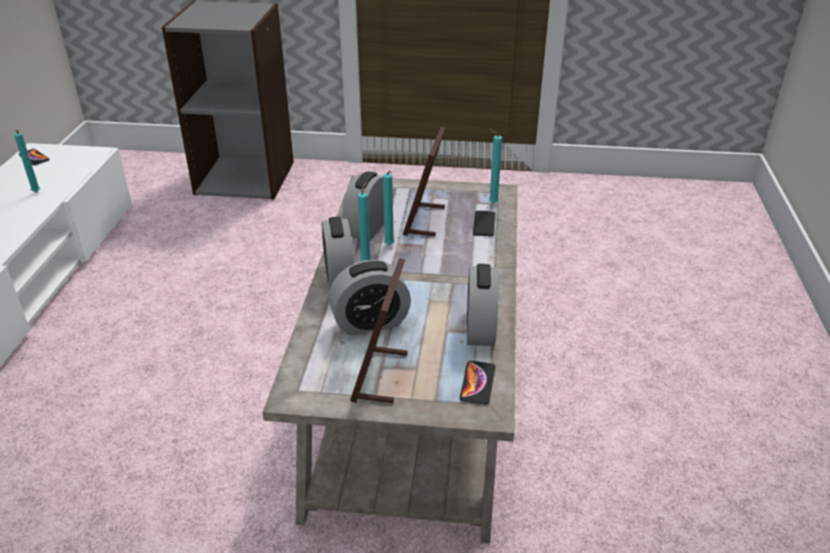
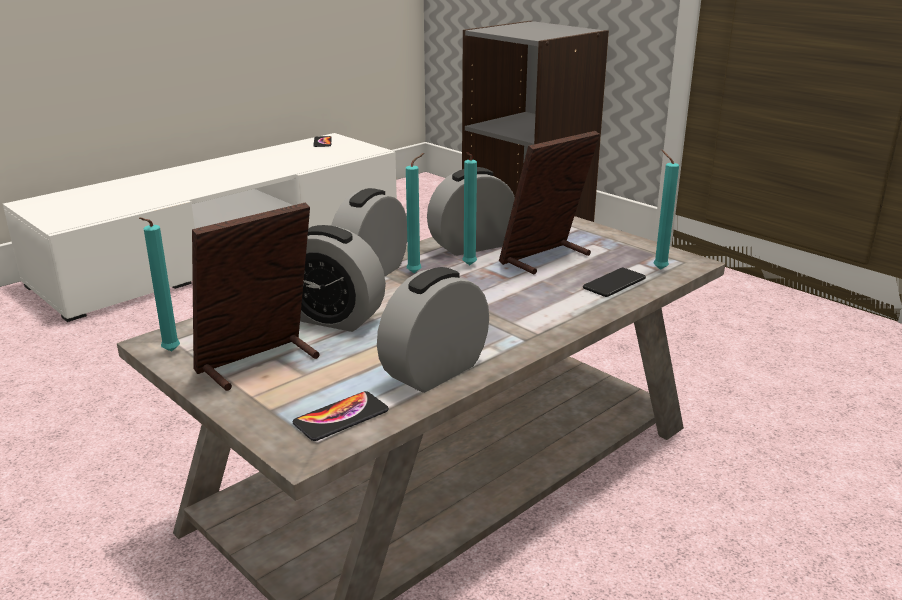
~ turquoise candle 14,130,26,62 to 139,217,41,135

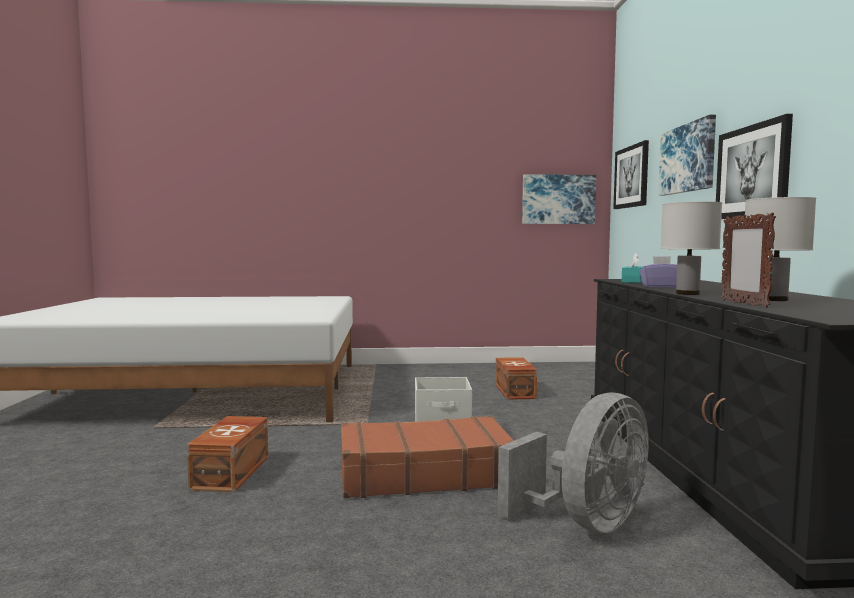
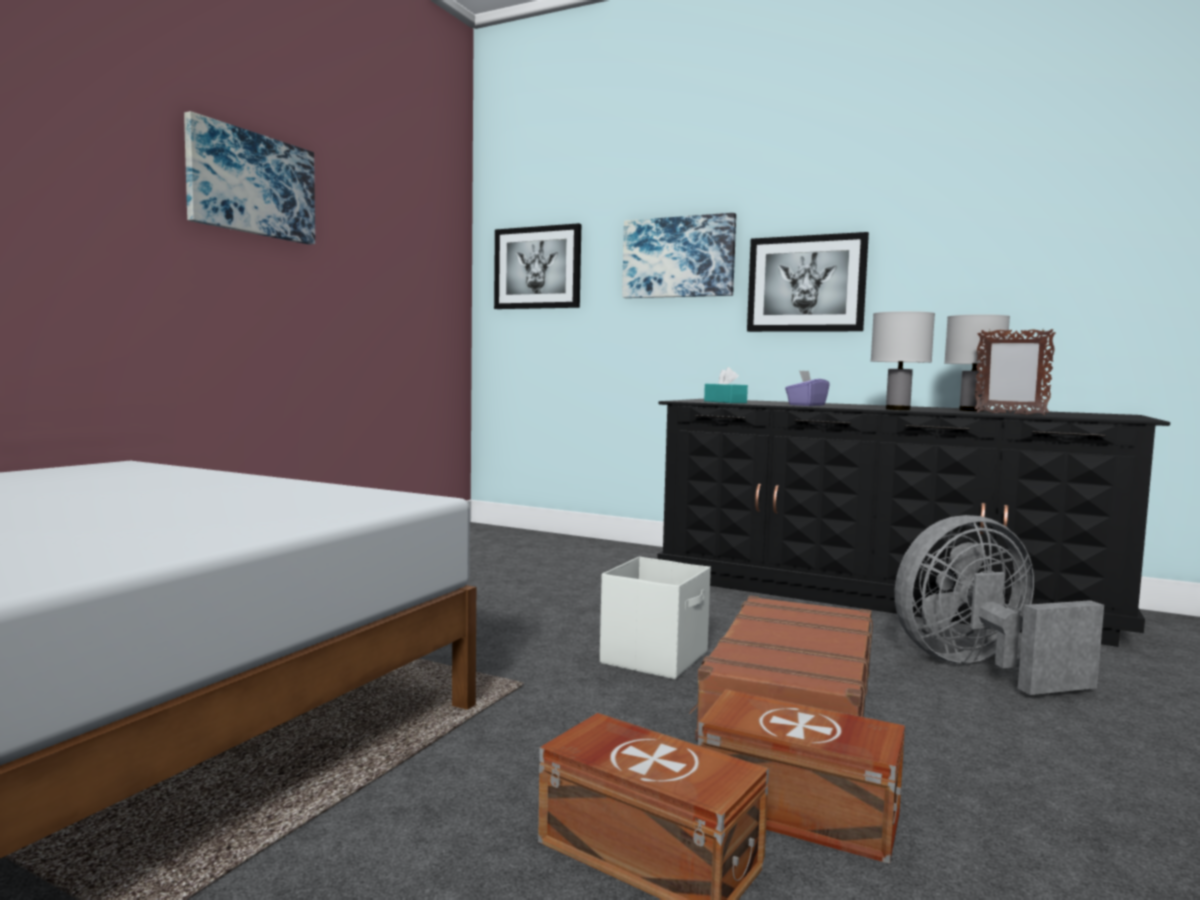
~ picture 522,174,74,50 to 184,111,131,134
~ brown storage box 495,357,42,43 to 698,689,207,175
~ grey fan 498,392,151,141 = 895,515,209,180 90 degrees counterclockwise

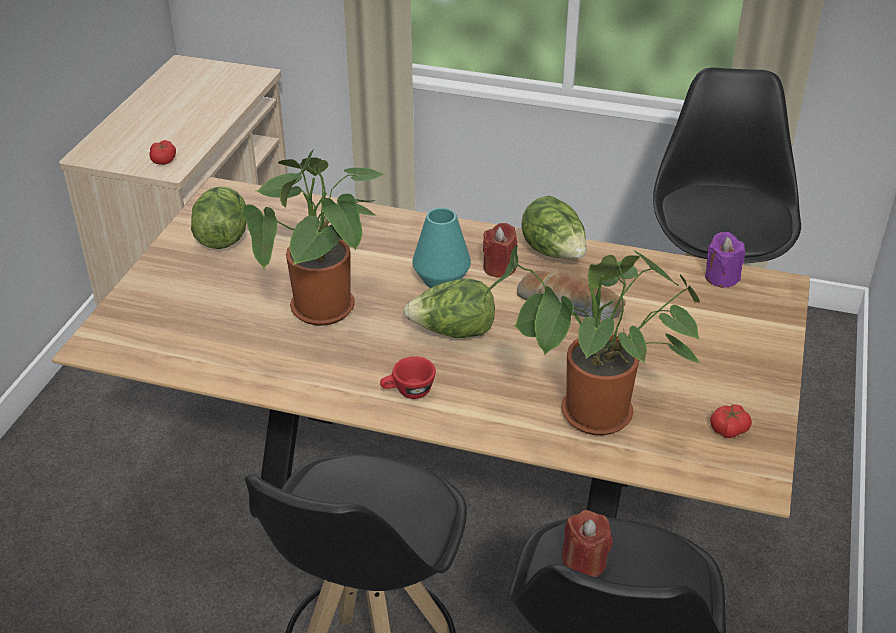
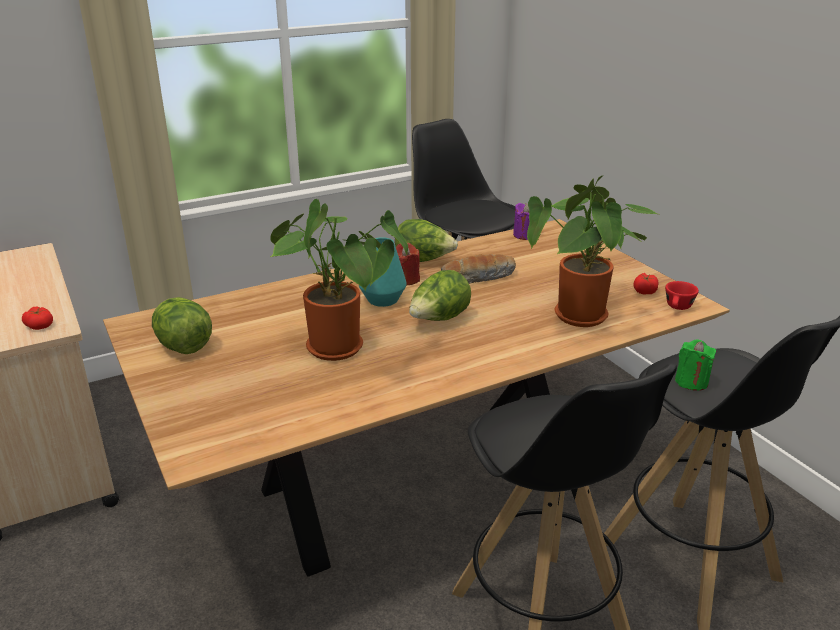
~ red cup 380,356,56,43 to 665,281,34,29
~ red candle 562,510,51,67 to green candle 675,339,41,52

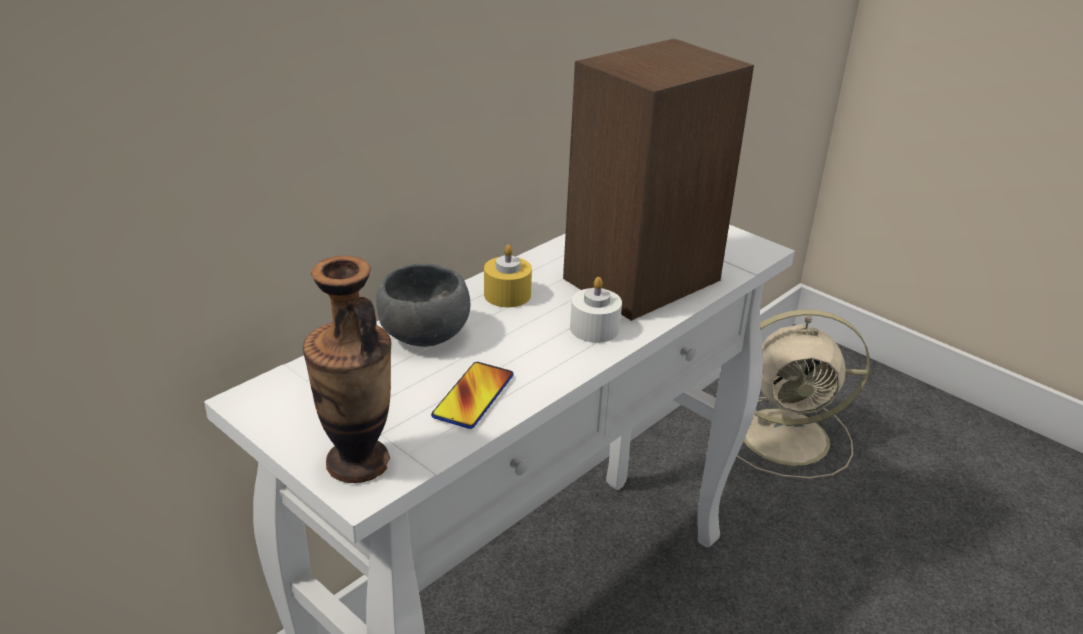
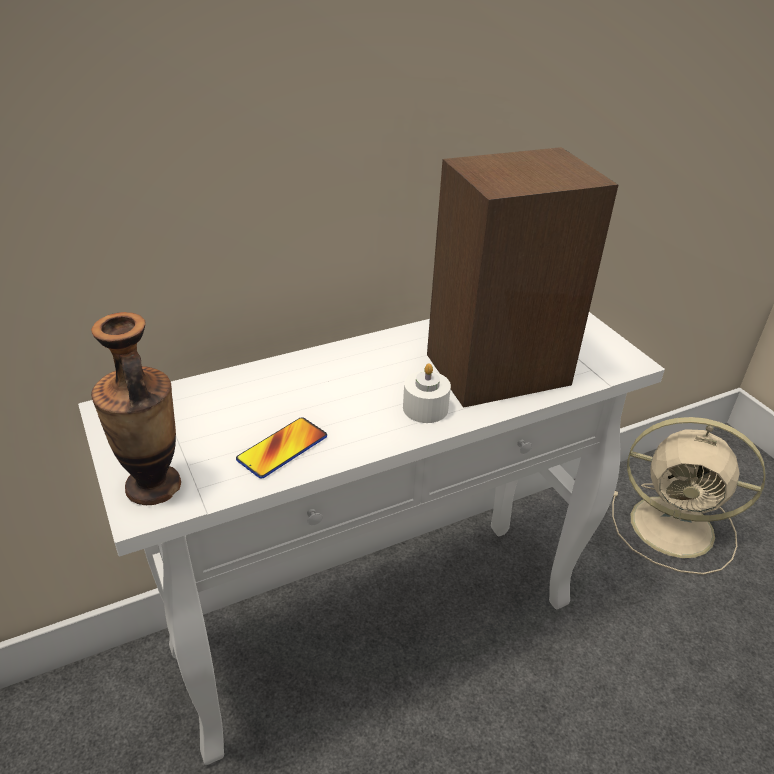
- yellow candle 484,244,48,63
- grey bowl 376,264,94,83

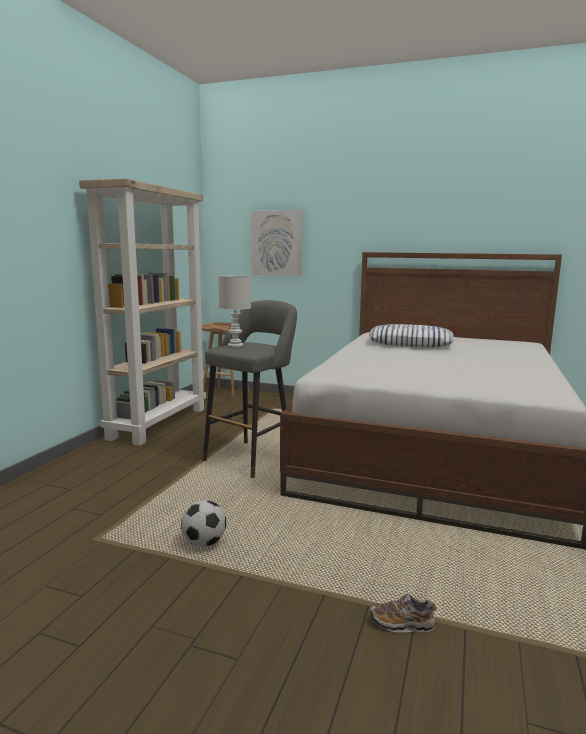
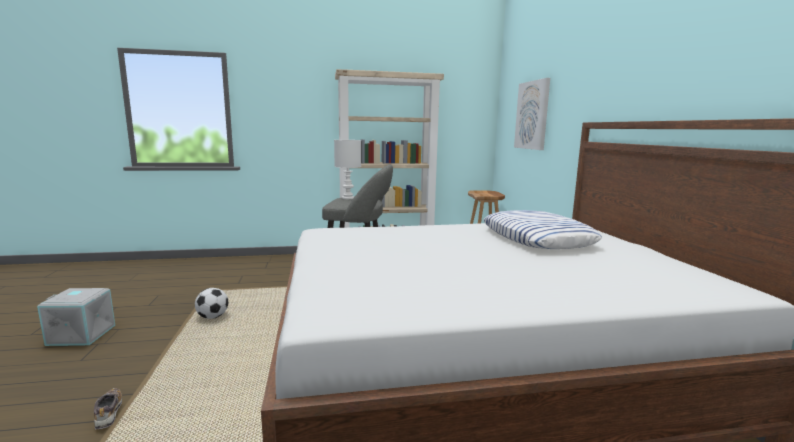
+ grey storage box 37,288,78,58

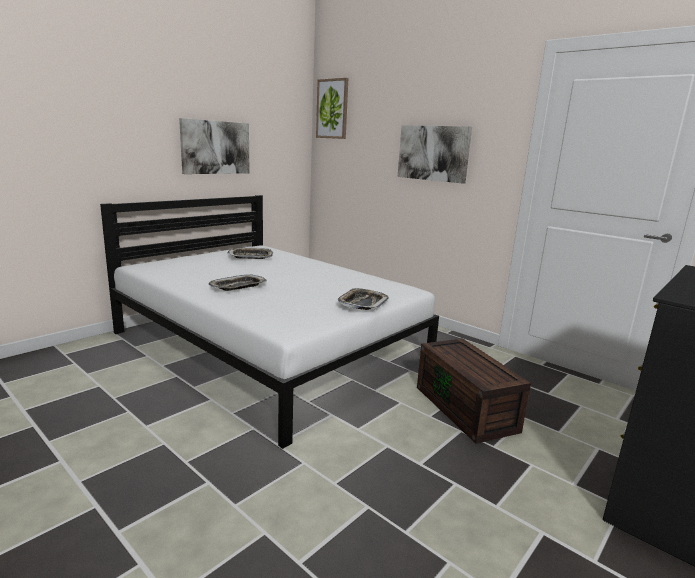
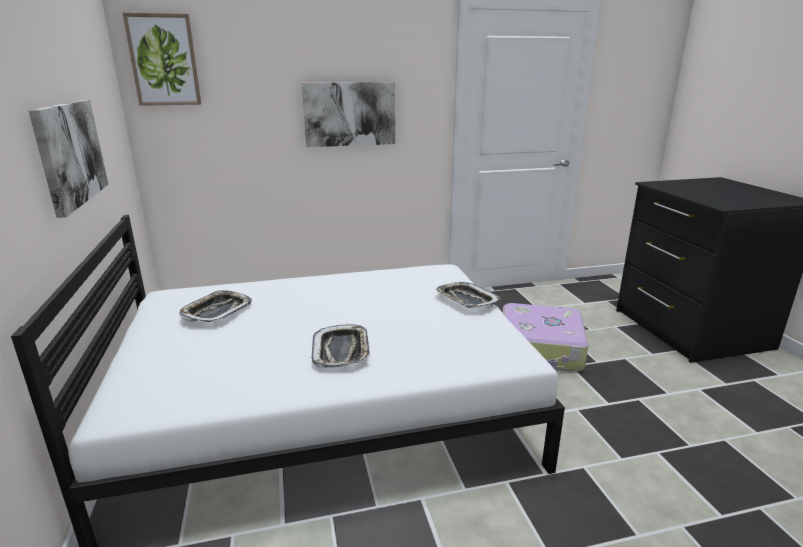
~ brown storage box 417,338,114,106 to suitcase 503,303,86,68

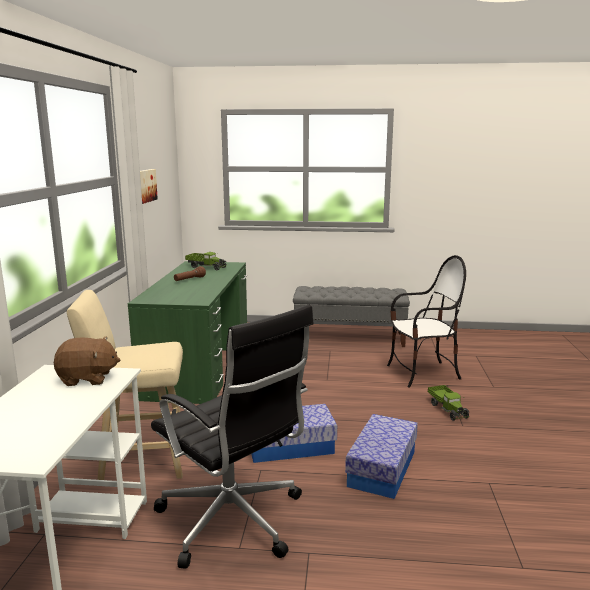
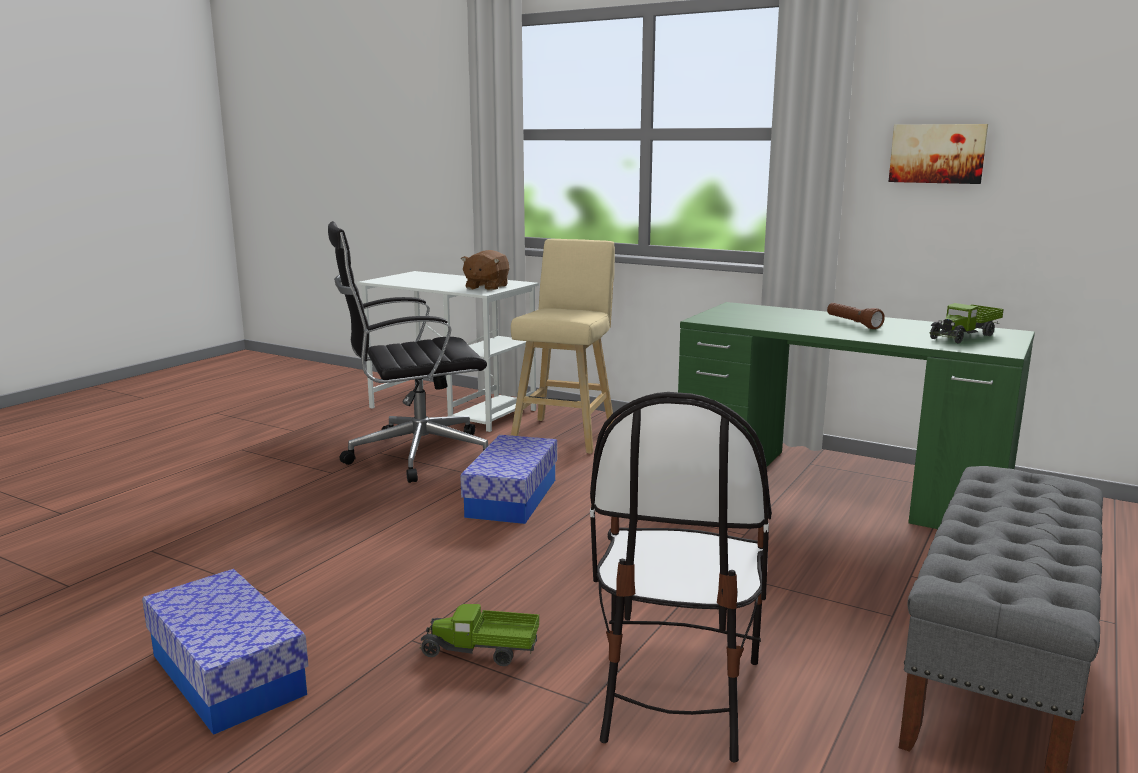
~ storage box 345,414,73,85 to 142,569,166,166

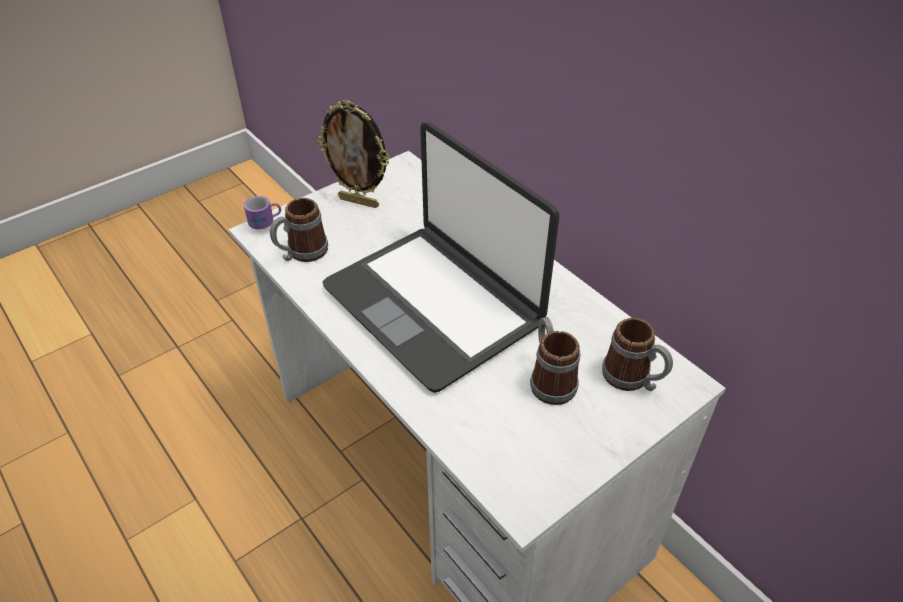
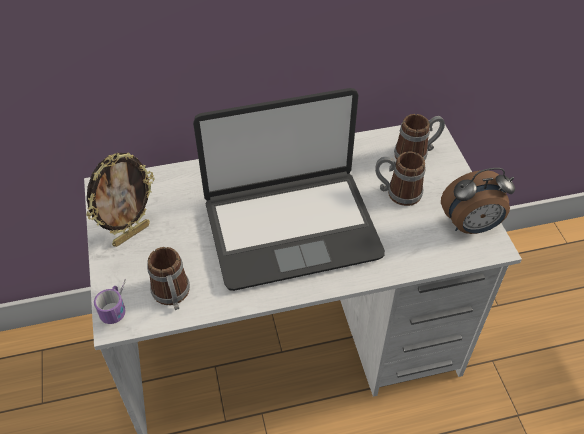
+ alarm clock 441,168,74,66

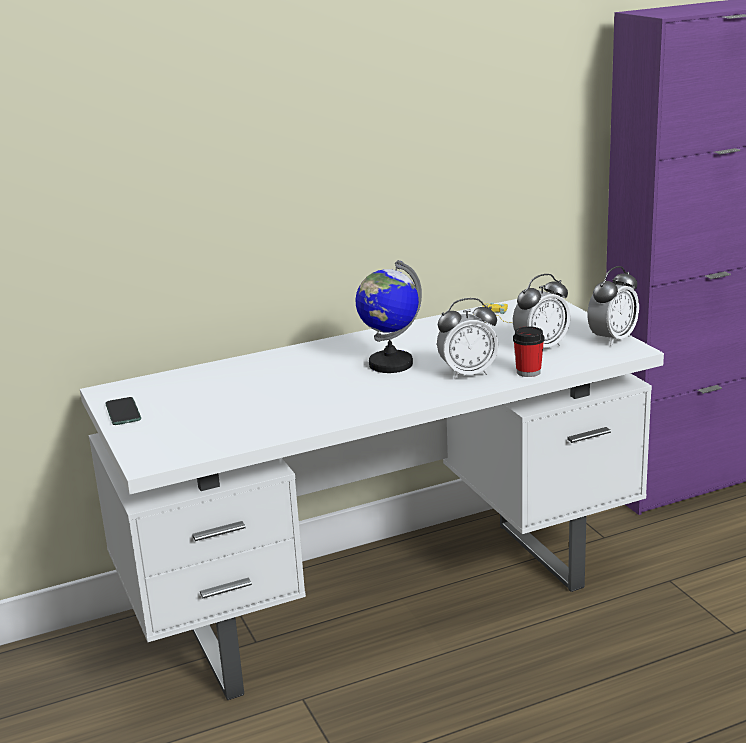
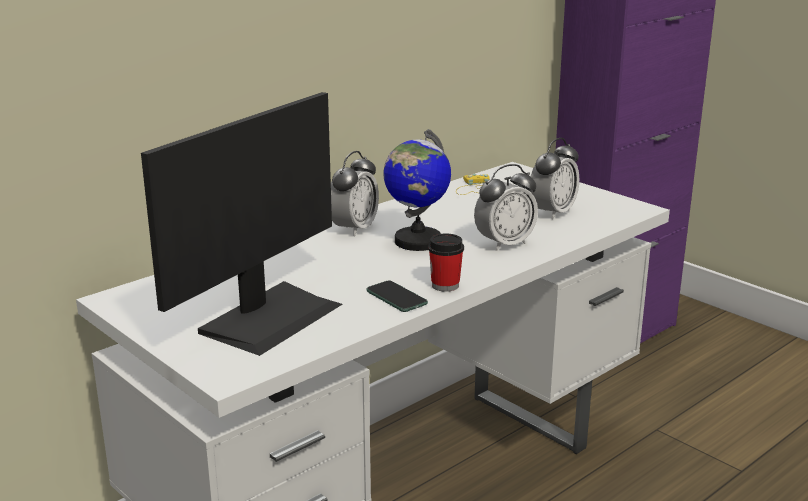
~ alarm clock 587,266,52,80 to 331,151,48,85
~ cup 513,326,32,51 to 428,233,36,59
~ phone 105,397,36,28 to 366,281,62,31
+ monitor 141,92,202,264

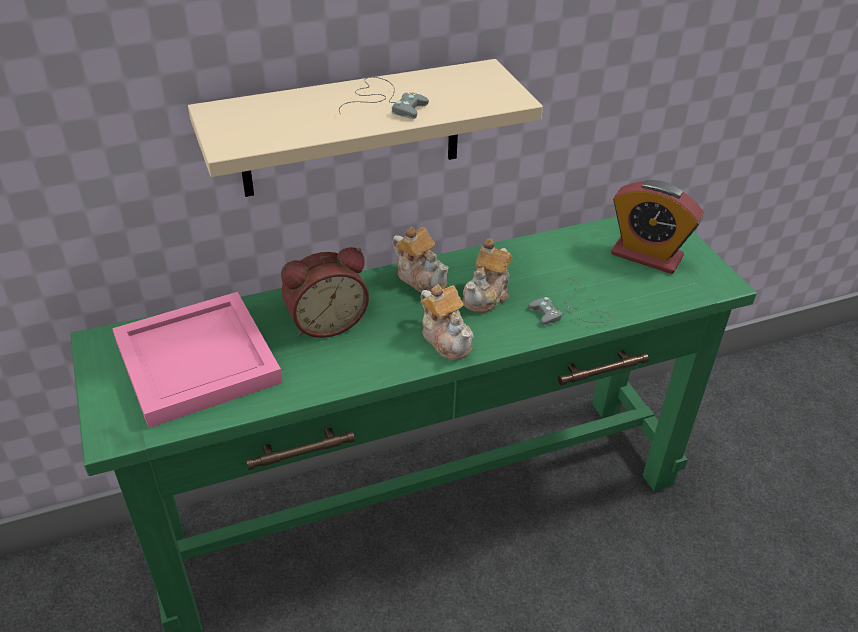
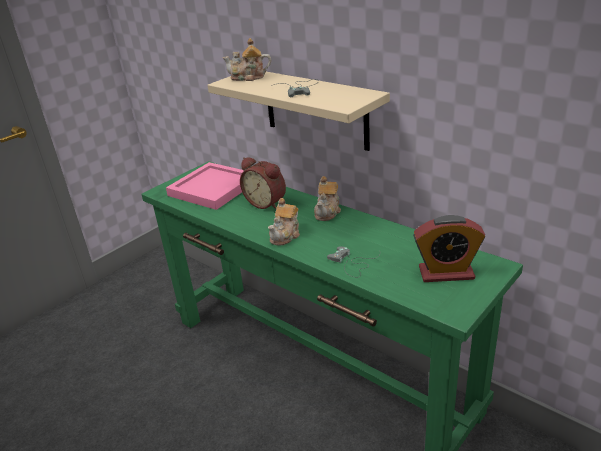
~ alarm clock 611,180,93,94 = 413,215,72,67 90 degrees counterclockwise
~ teapot 462,239,50,74 to 222,38,49,43

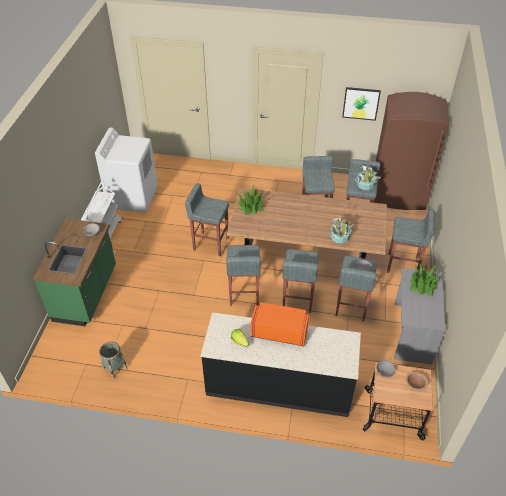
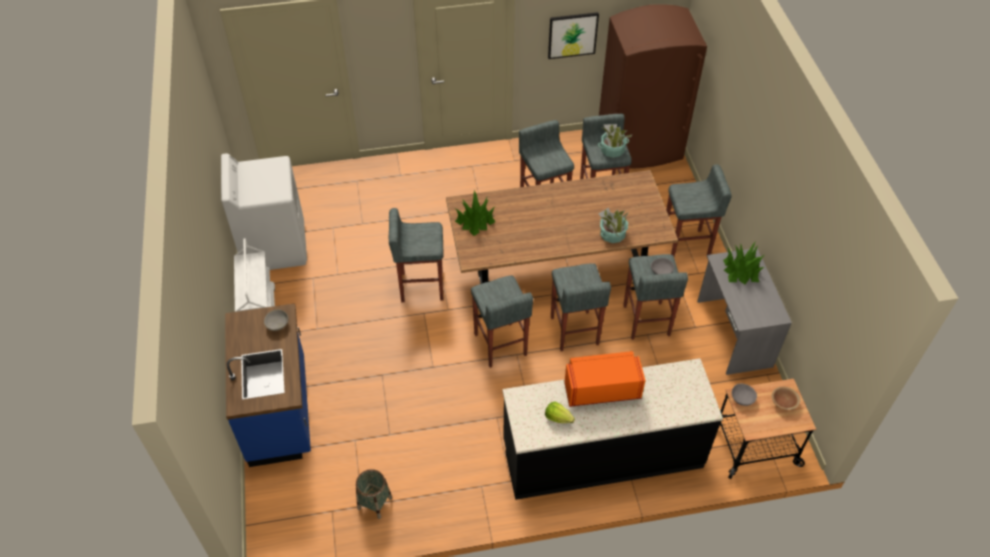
~ green counter 33,219,83,107 to blue counter 225,303,86,164

